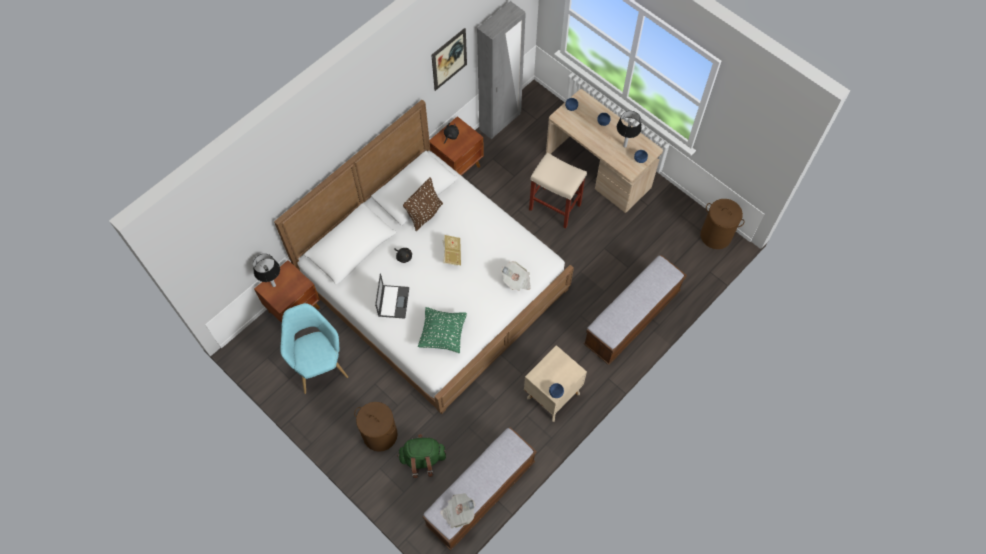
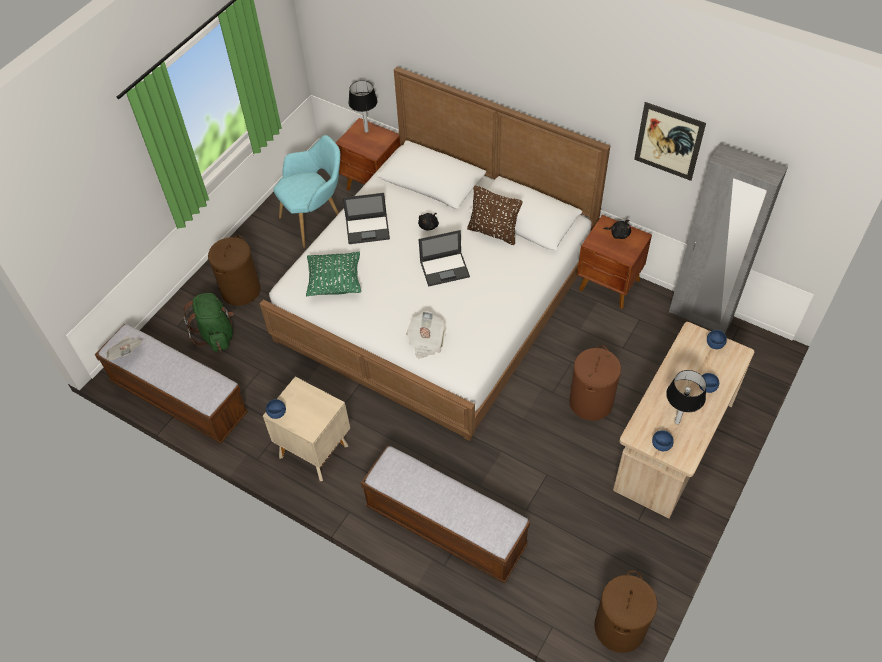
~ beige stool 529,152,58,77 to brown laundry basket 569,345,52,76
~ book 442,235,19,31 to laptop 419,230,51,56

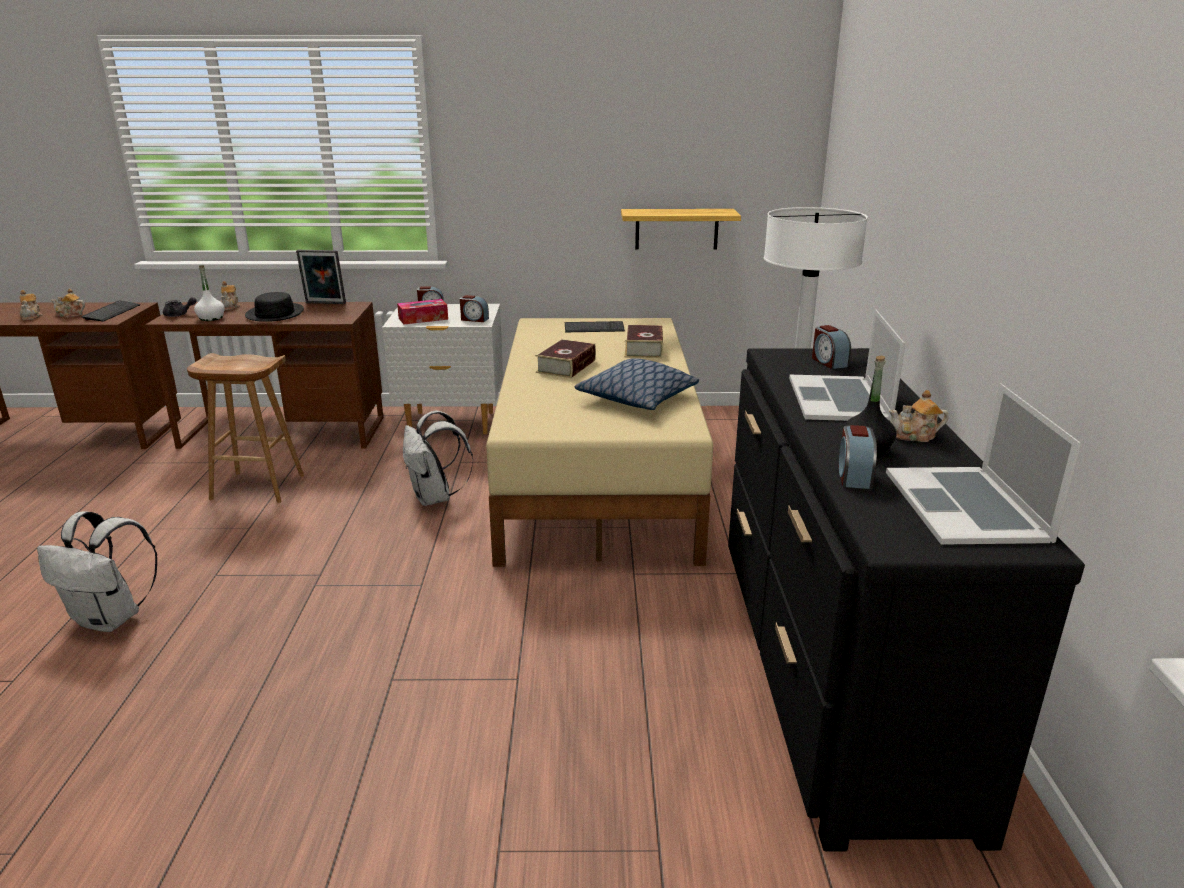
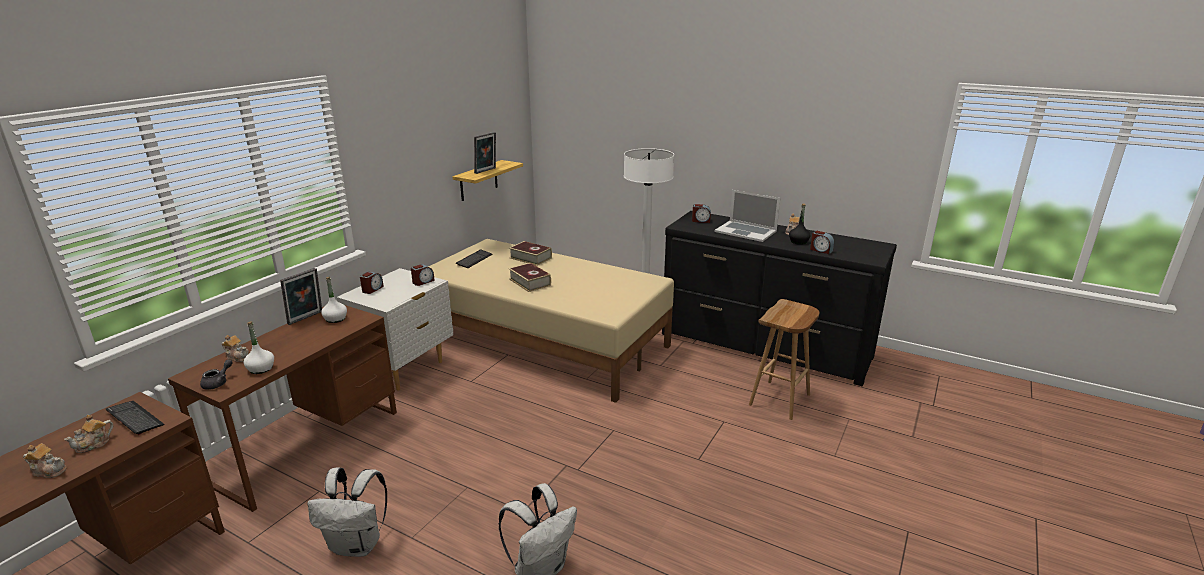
- black hat 245,292,59,30
- tissue box 397,299,51,25
~ brown stool 187,353,117,150 to 749,299,71,121
- pillow 575,358,124,52
- laptop 886,383,196,162
~ white backpack 403,411,70,95 to 307,467,80,90
+ picture frame 474,132,22,42
+ white bottle 321,277,26,46

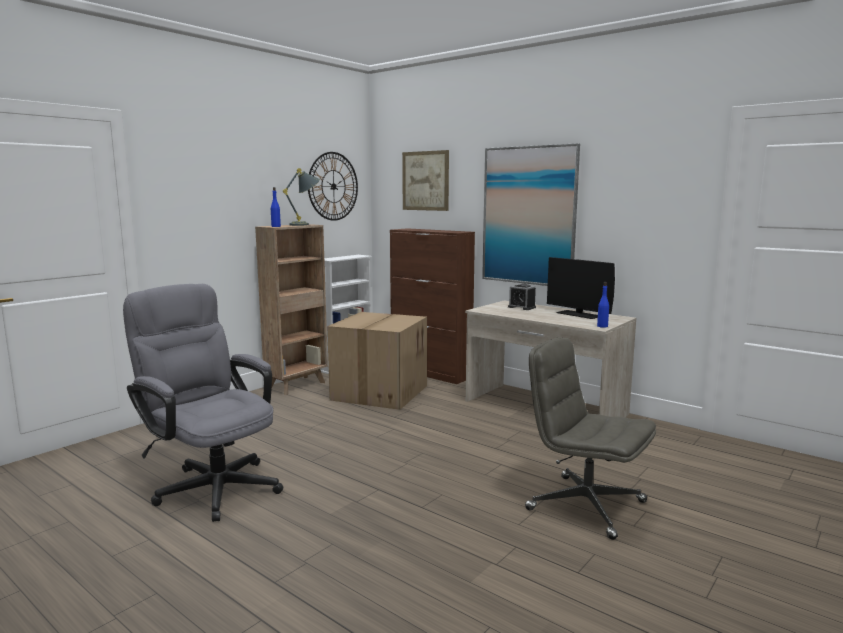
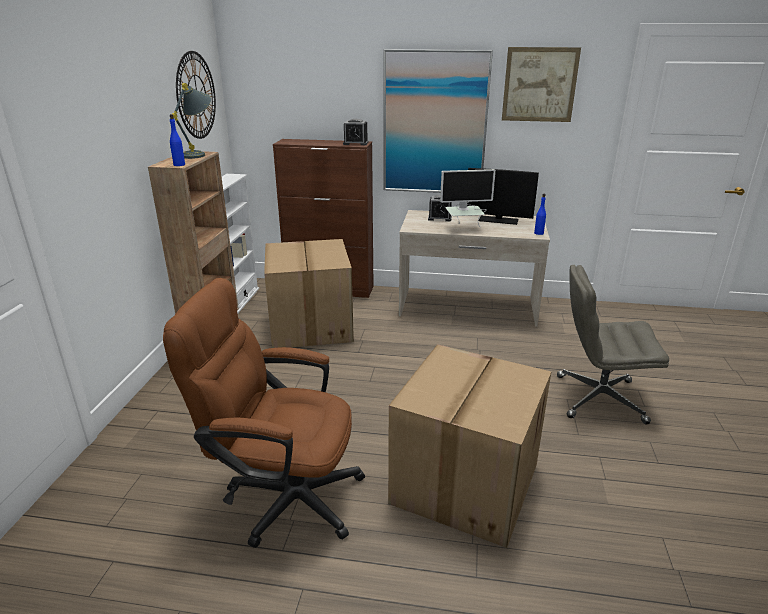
~ picture 402,150,47,61 to 502,47,79,75
~ grey office chair 123,284,160,238 to brown office chair 163,278,202,270
+ alarm clock 343,119,26,26
+ monitor 440,169,56,59
+ cardboard box 388,344,163,204

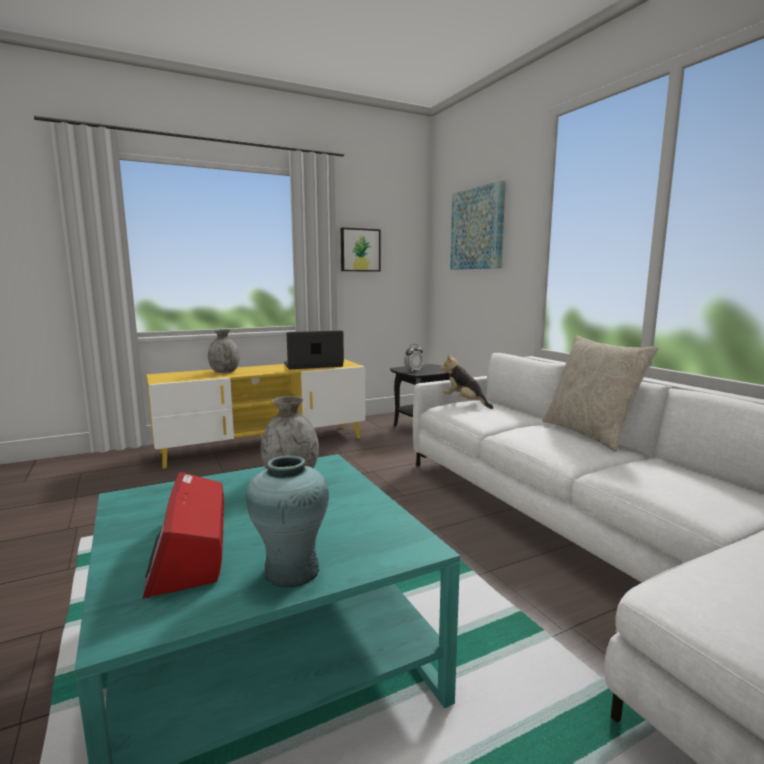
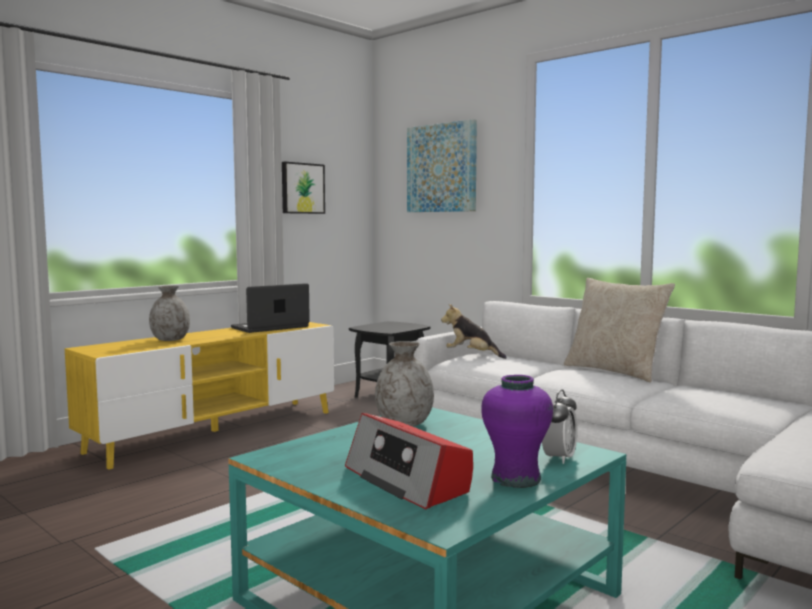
~ alarm clock 404,344,20,28 to 542,389,35,75
~ turquoise vase 245,456,84,131 to purple vase 481,375,72,113

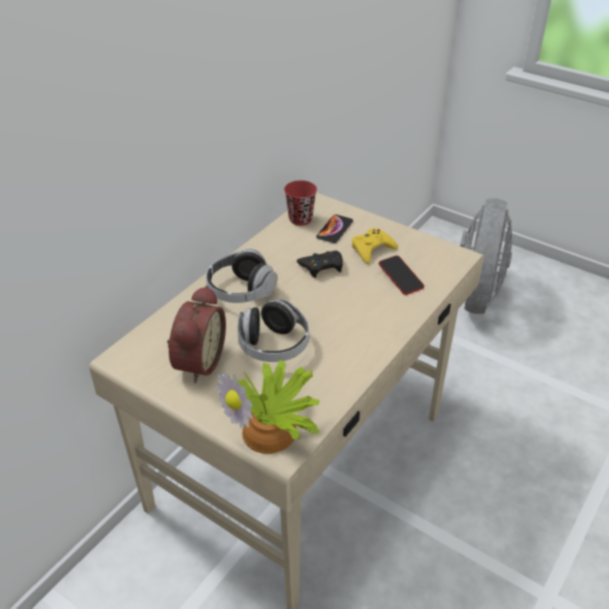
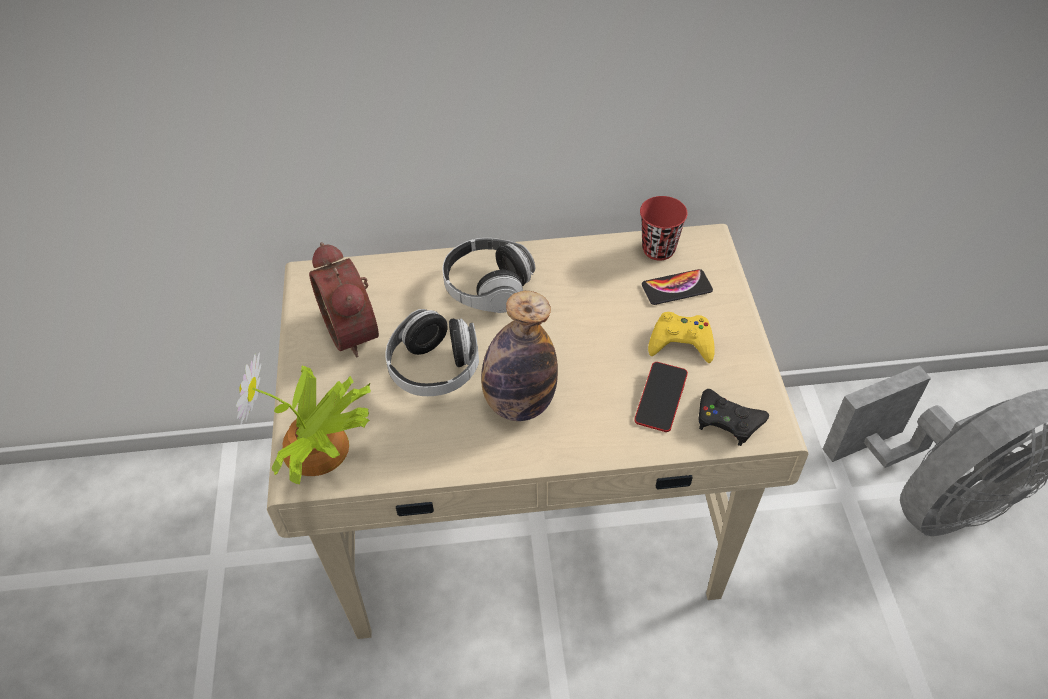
~ black game controller 297,251,46,27 to 699,389,70,57
~ alarm clock 167,285,59,98 = 309,242,70,115 90 degrees clockwise
+ bottle 481,291,77,130

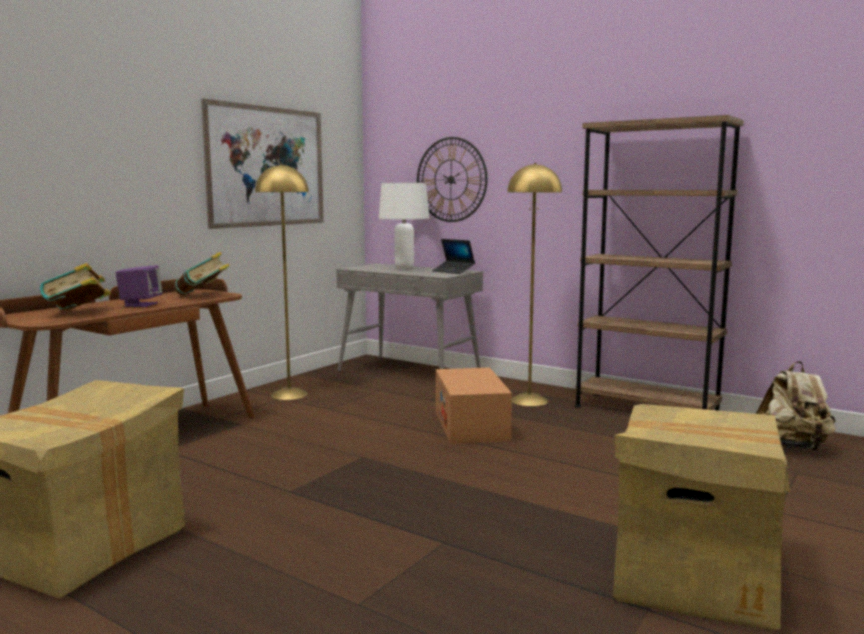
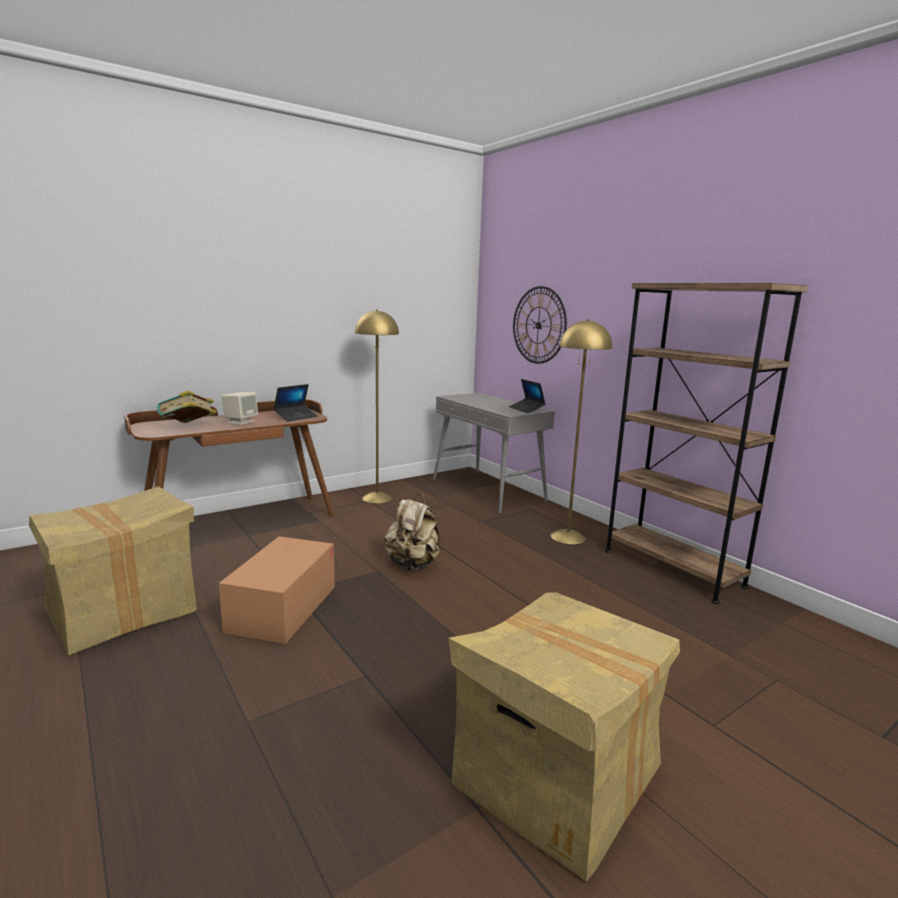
- picture 201,98,123,131
- white table lamp 379,183,51,86
~ book 174,252,56,44 to laptop 273,384,45,38
~ purple speaker 116,265,47,42 to beige speaker 222,392,36,33
~ beige backpack 756,361,80,90 to 385,493,55,77
~ cardboard box 436,367,76,77 to 219,537,116,107

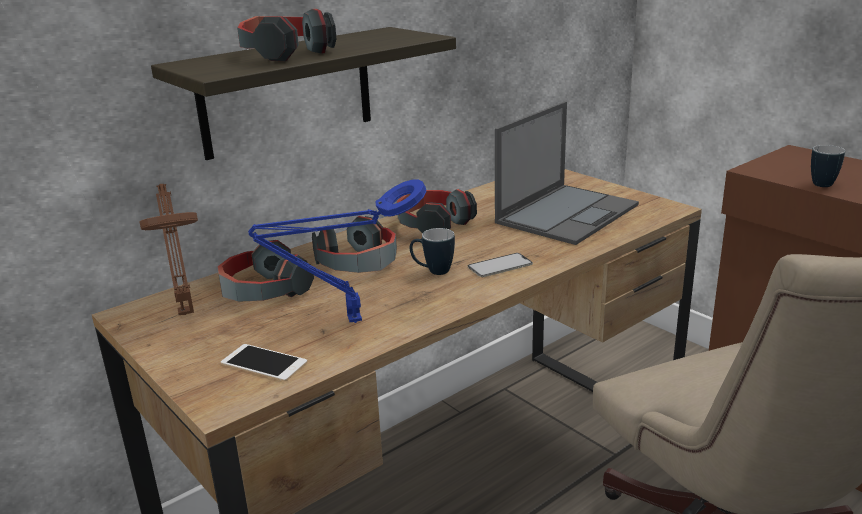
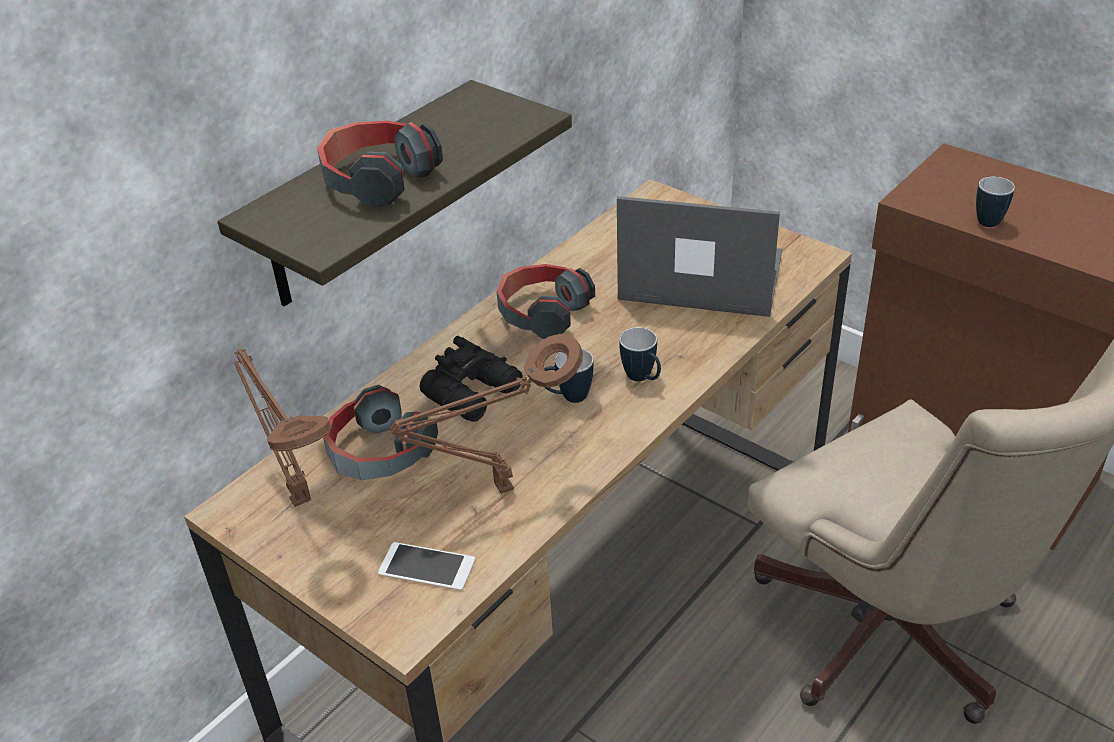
~ laptop 495,101,144,144 = 617,196,165,121 105 degrees counterclockwise
~ blue table lamp 248,179,179,144 to brown table lamp 390,334,193,160
~ headphones 312,216,85,57 to black binoculars 420,336,103,86
~ phone 468,253,65,24 to mug 619,327,42,54

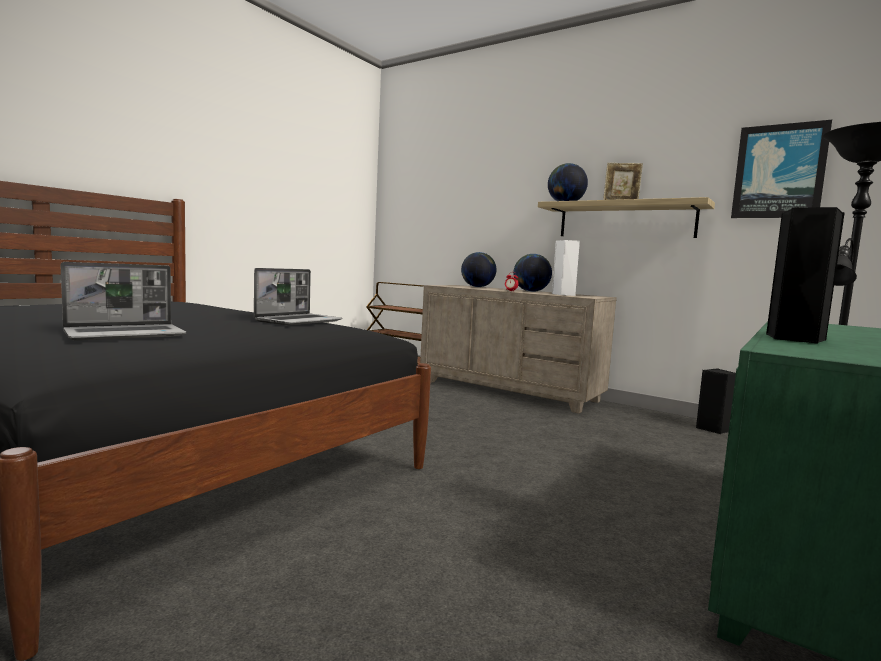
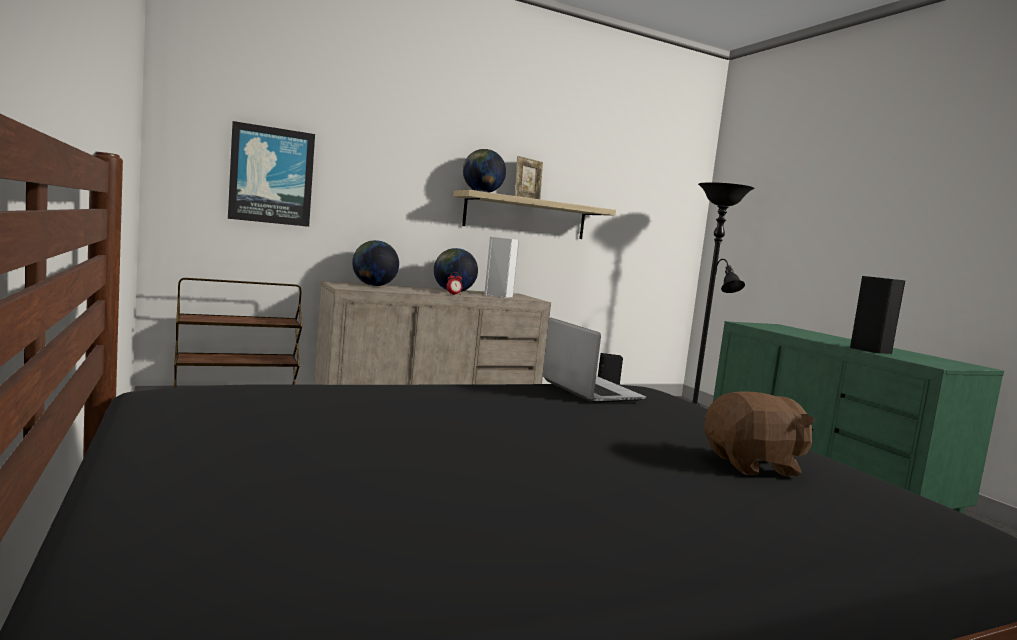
~ picture 731,120,101,98 to 228,121,87,106
~ laptop 61,262,125,79 to brown plush toy 704,391,111,85

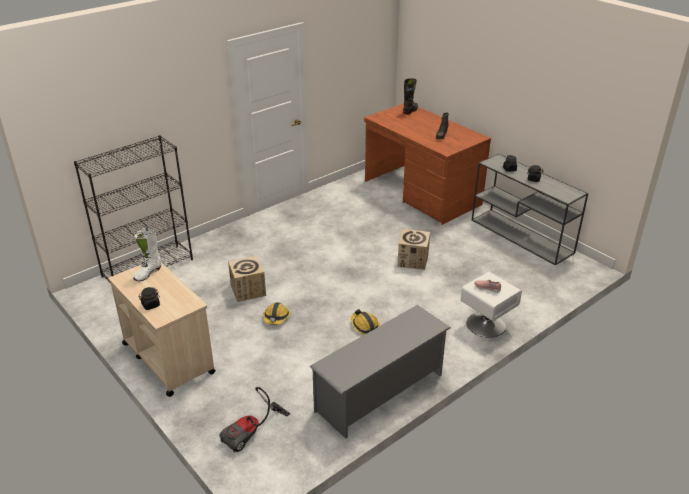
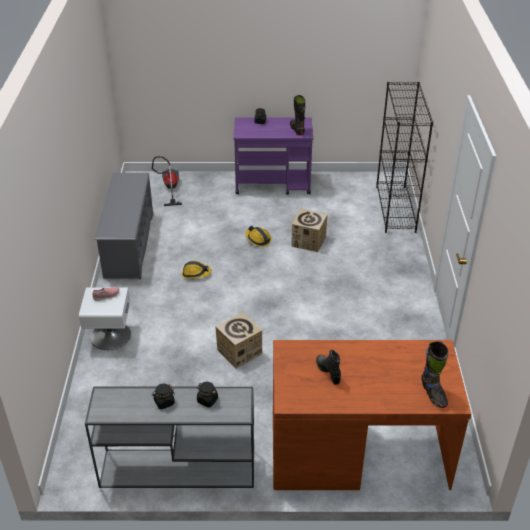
~ white boot 133,228,28,53 to black boot 290,95,16,41
~ beige cart 109,262,107,135 to purple cart 234,118,79,77

